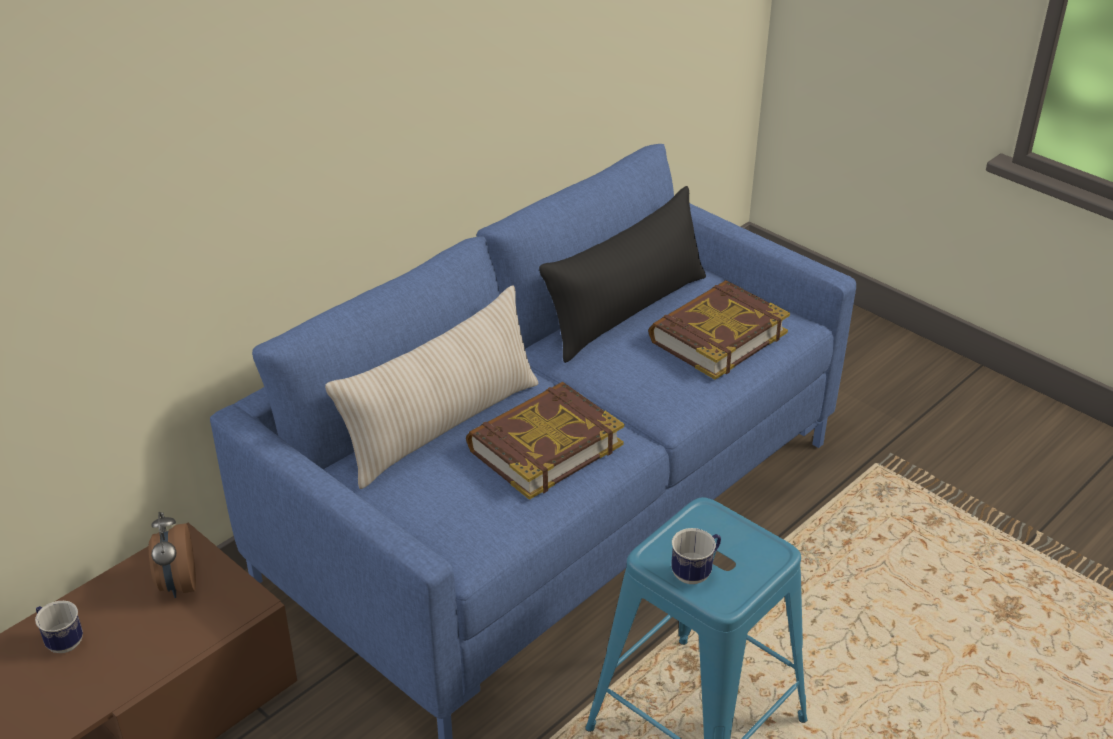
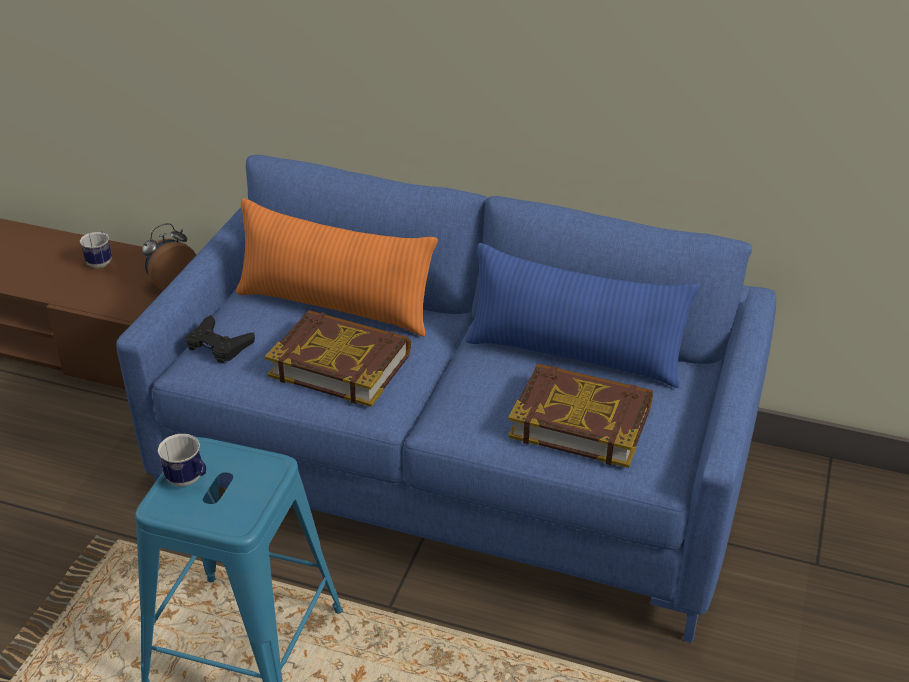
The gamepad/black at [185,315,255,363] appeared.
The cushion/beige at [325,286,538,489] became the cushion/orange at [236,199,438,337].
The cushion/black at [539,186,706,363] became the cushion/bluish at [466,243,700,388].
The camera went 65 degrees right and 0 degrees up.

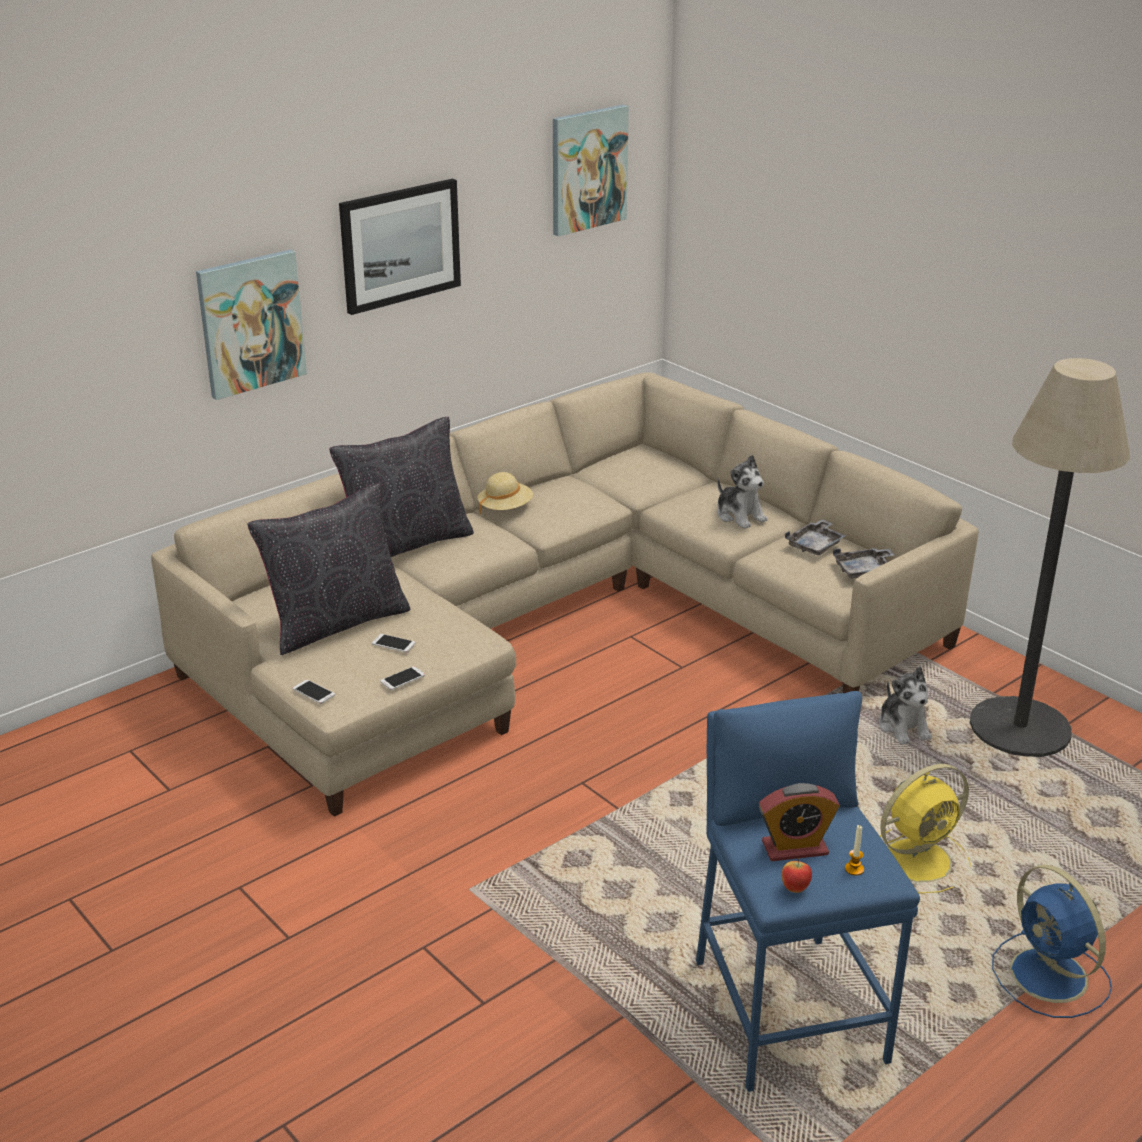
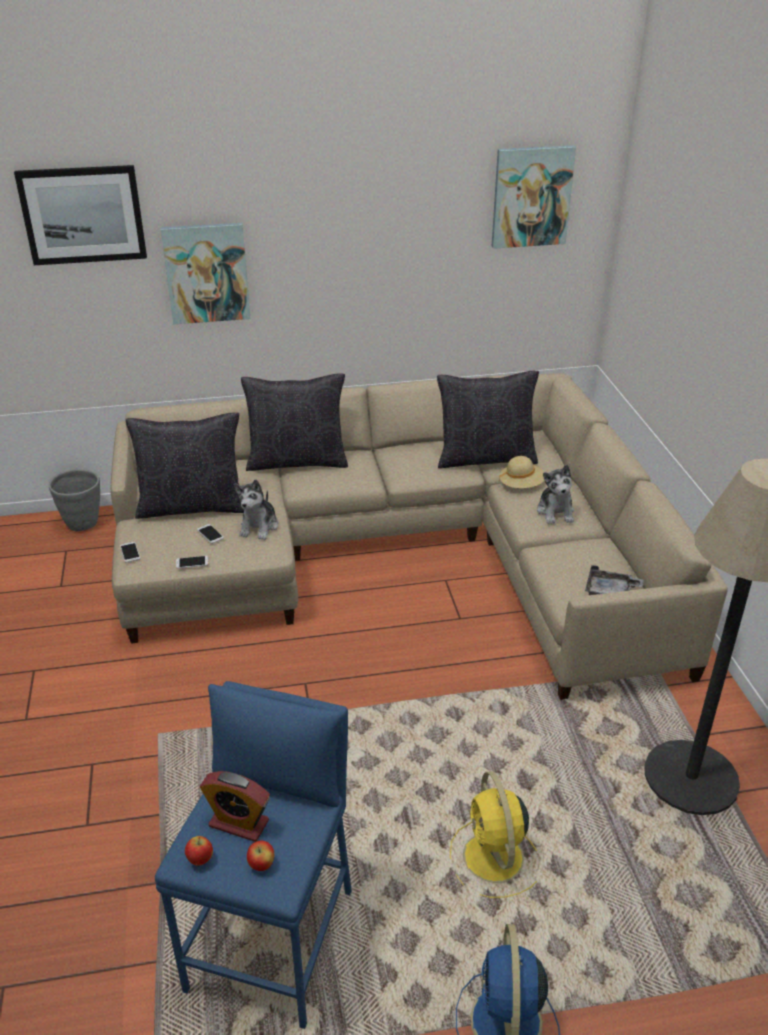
The wall art moved from [339,179,461,315] to [14,165,147,265].
The flower pot/greyish at [49,469,100,532] appeared.
The cuddly toy moved from [879,667,932,745] to [234,479,278,540].
The wax candle at [845,825,864,875] was replaced by the apple at [247,841,274,871].
The cushion/black at [437,371,539,468] appeared.
The fan/yellowish at [880,764,971,894] turned 75 degrees clockwise.
The wearable hat/beige moved from [477,472,533,515] to [499,456,544,488].
The tray/greyish at [785,519,847,555] disappeared.
The camera went 30 degrees right and 5 degrees up.

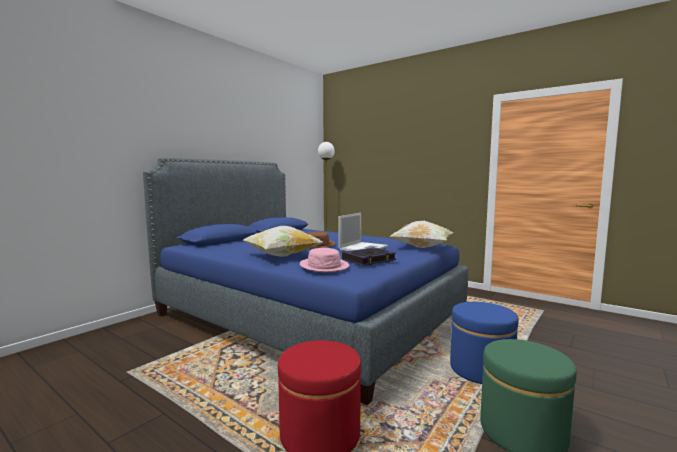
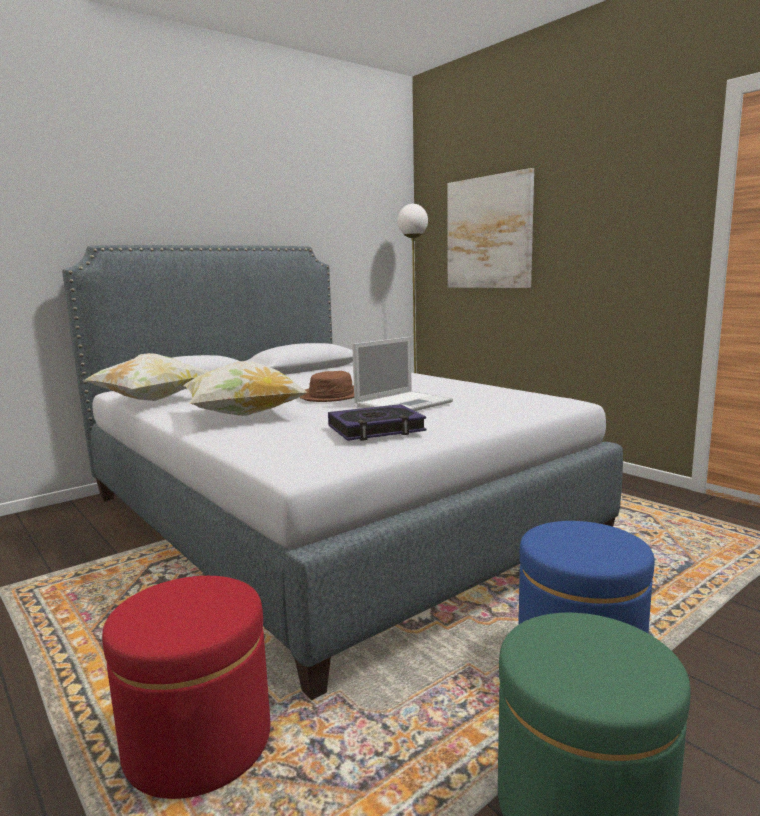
The bed/bluish at [143,158,468,405] became the bed/greyish at [62,245,623,700].
The cushion moved from [390,221,454,248] to [84,353,209,401].
The wall art at [447,168,534,288] appeared.
The wearable hat/pink at [300,247,349,272] disappeared.
The camera went 15 degrees right and 5 degrees up.

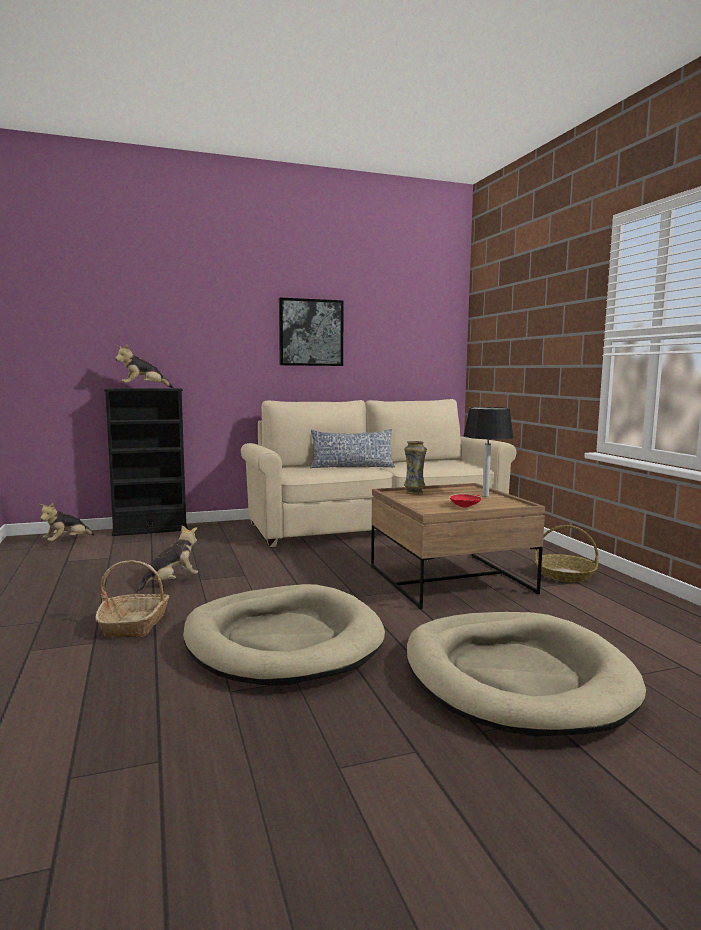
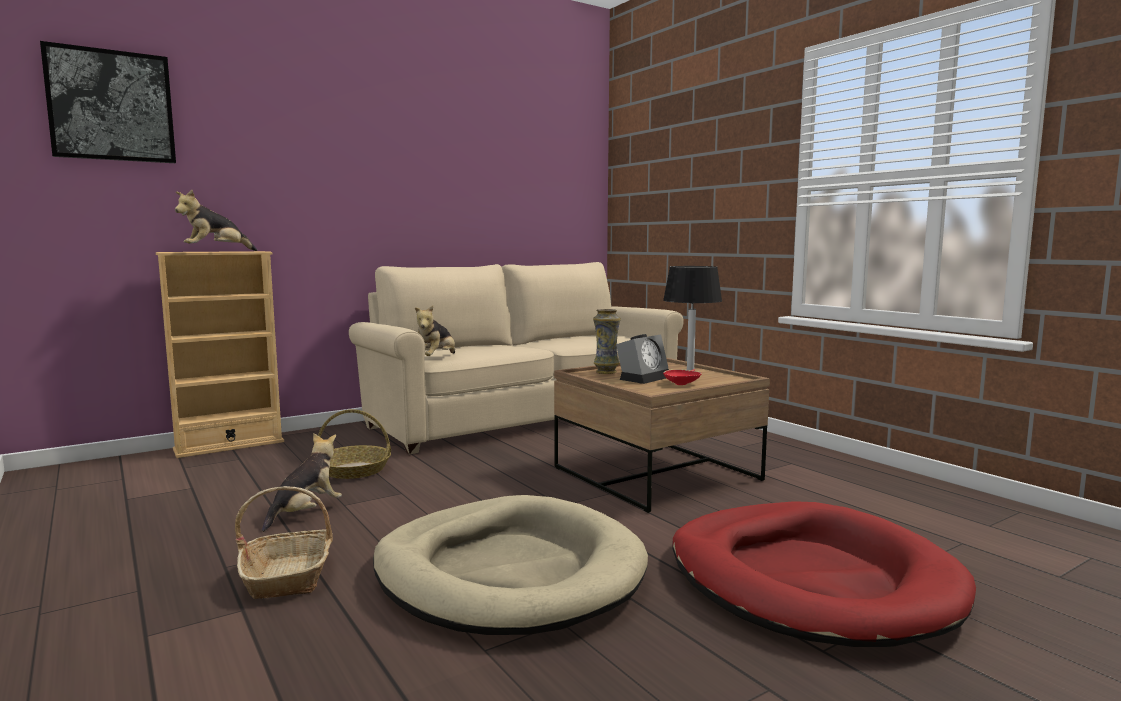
The wall art moved from [279,298,344,366] to [40,41,176,163].
The bookshelf/black at [104,388,188,536] became the bookshelf/beige at [156,251,284,458].
The basket moved from [534,525,598,582] to [318,409,391,479].
The cuddly toy moved from [39,503,95,541] to [415,305,455,356].
The alarm clock at [616,334,669,384] appeared.
The pet bed/beige at [406,612,646,736] became the pet bed/reddish at [672,502,976,647].
The cushion at [310,429,395,468] disappeared.
The camera went 15 degrees left and 0 degrees up.

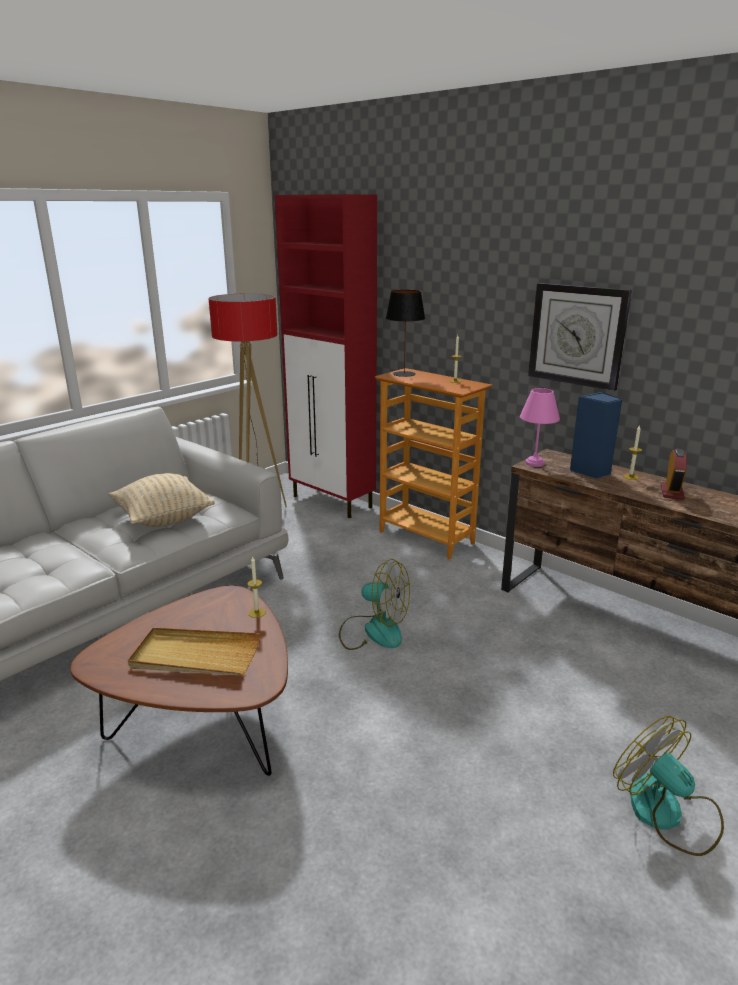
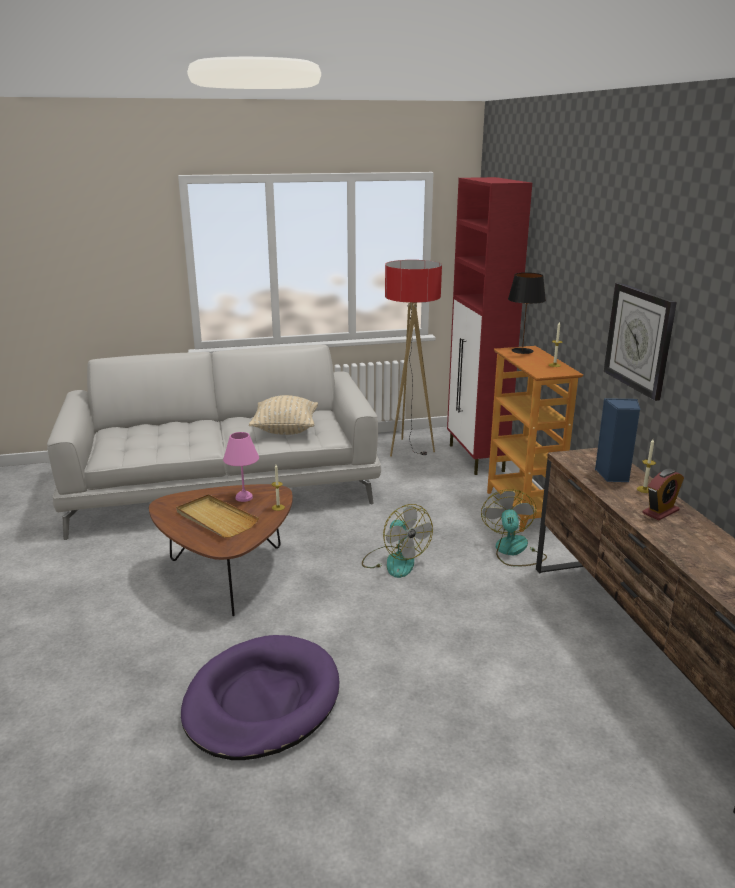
The pet bed/purple at [181,635,339,760] appeared.
The lamp for a table/pink moved from [520,388,560,467] to [223,432,259,502].
The fan moved from [613,716,724,856] to [481,489,547,567].
The camera went 35 degrees right and 0 degrees up.

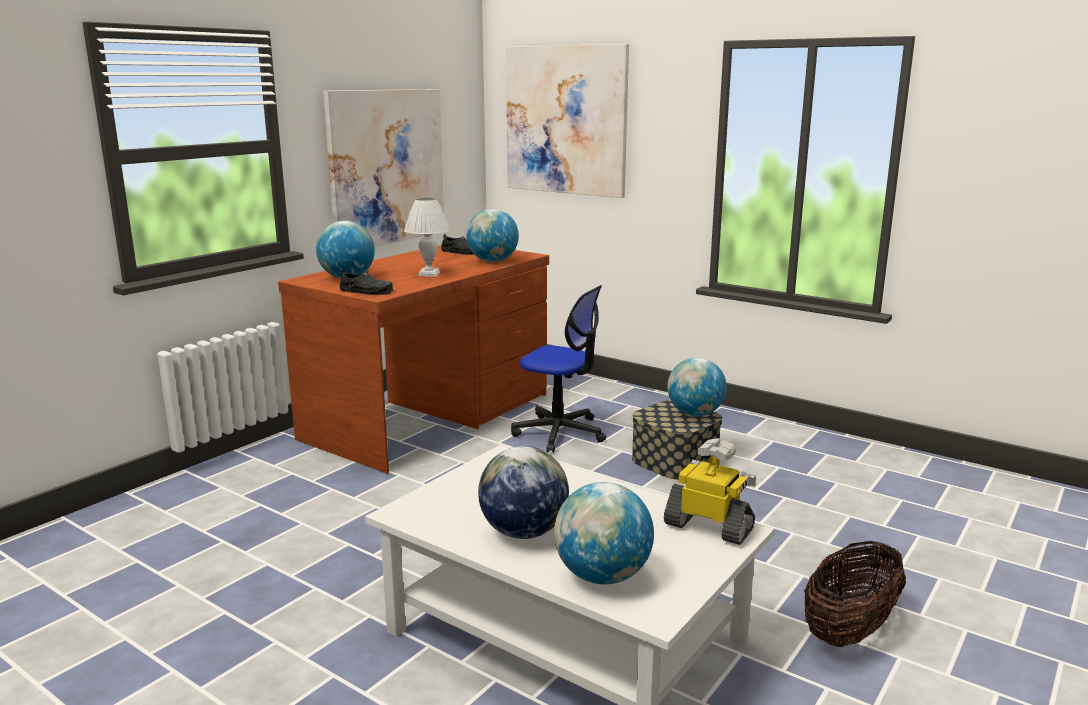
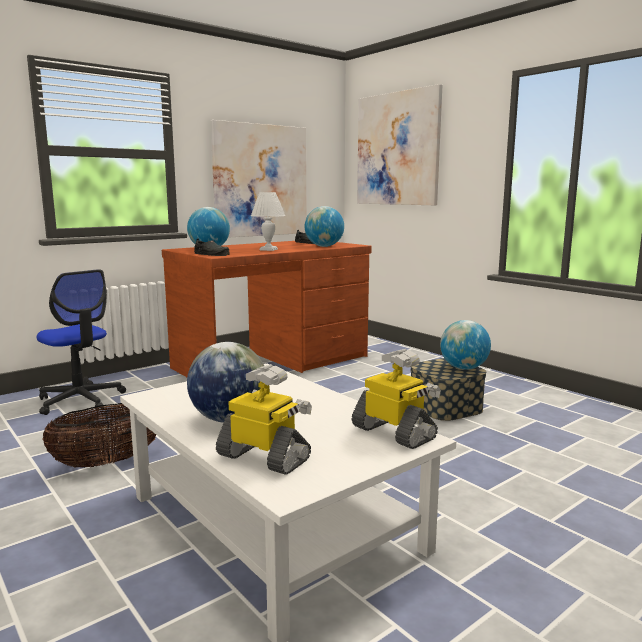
The computer chair moved from [511,285,606,453] to [36,269,126,415].
The basket moved from [804,541,906,647] to [42,403,156,467].
The globe at [554,482,654,584] was replaced by the robot figure at [216,364,312,475].
The camera went 15 degrees right and 5 degrees down.

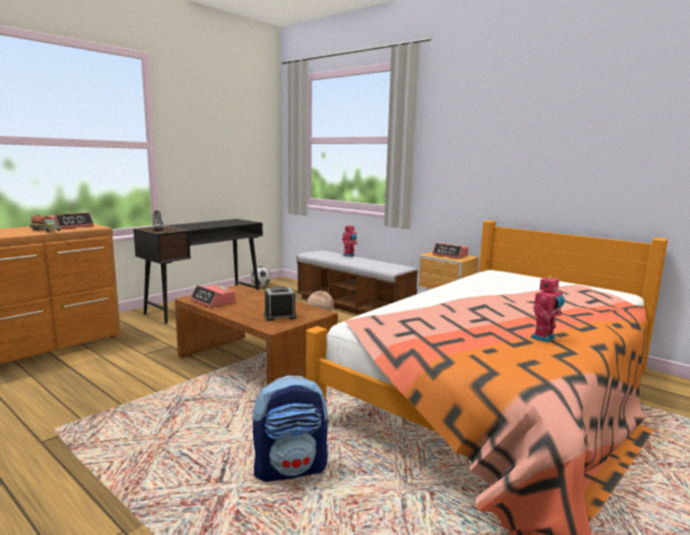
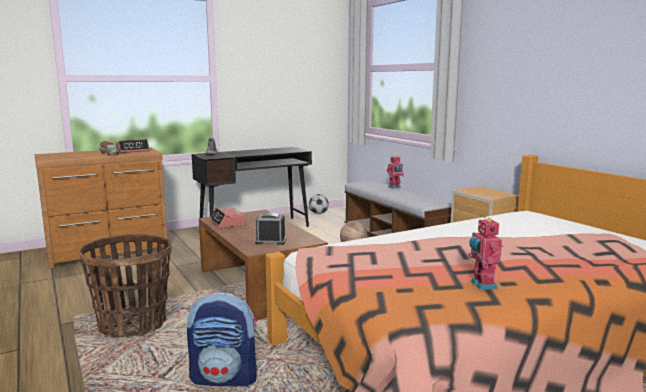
The basket at [79,234,172,337] appeared.
The robot figure at [531,276,565,343] turned 105 degrees clockwise.
The alarm clock at [432,243,469,259] disappeared.
The camera went 20 degrees right and 0 degrees up.

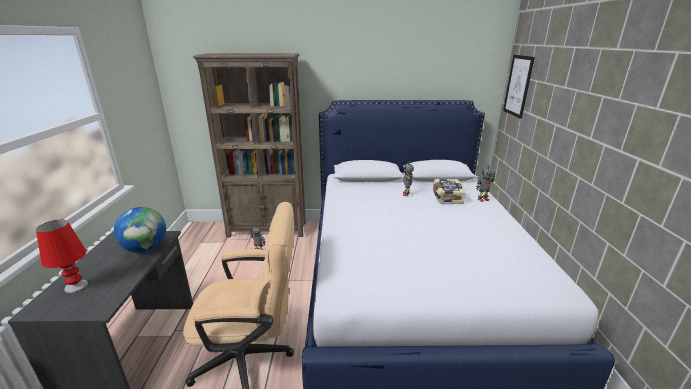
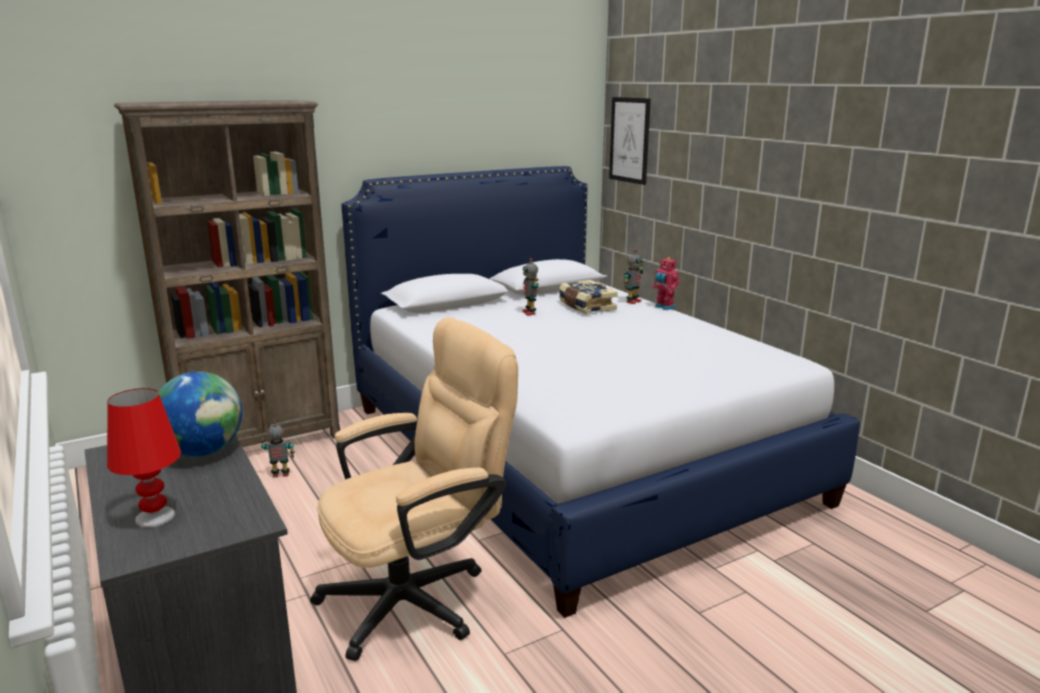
The robot figure at [652,257,680,310] appeared.
The camera went 30 degrees left and 5 degrees down.

